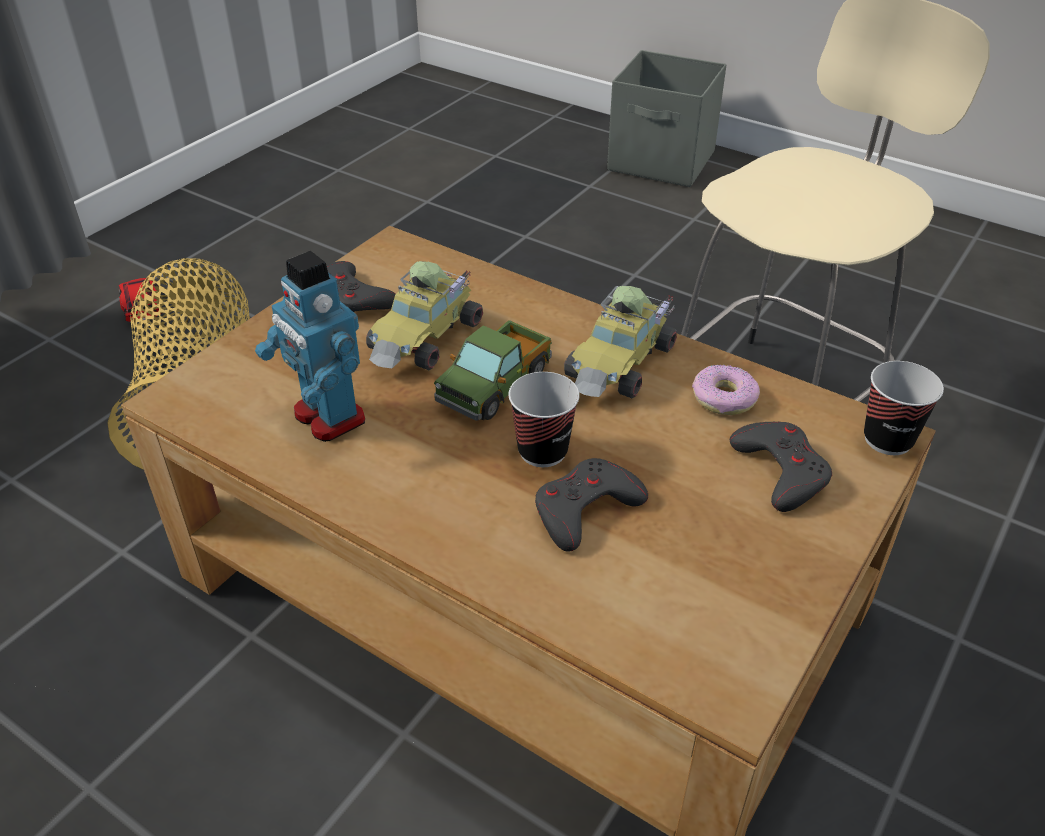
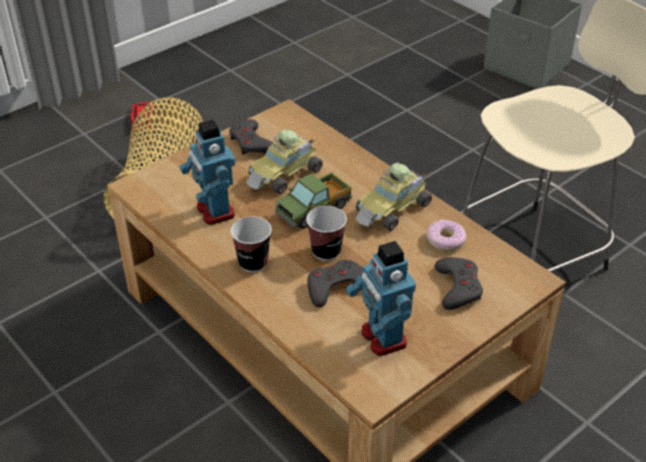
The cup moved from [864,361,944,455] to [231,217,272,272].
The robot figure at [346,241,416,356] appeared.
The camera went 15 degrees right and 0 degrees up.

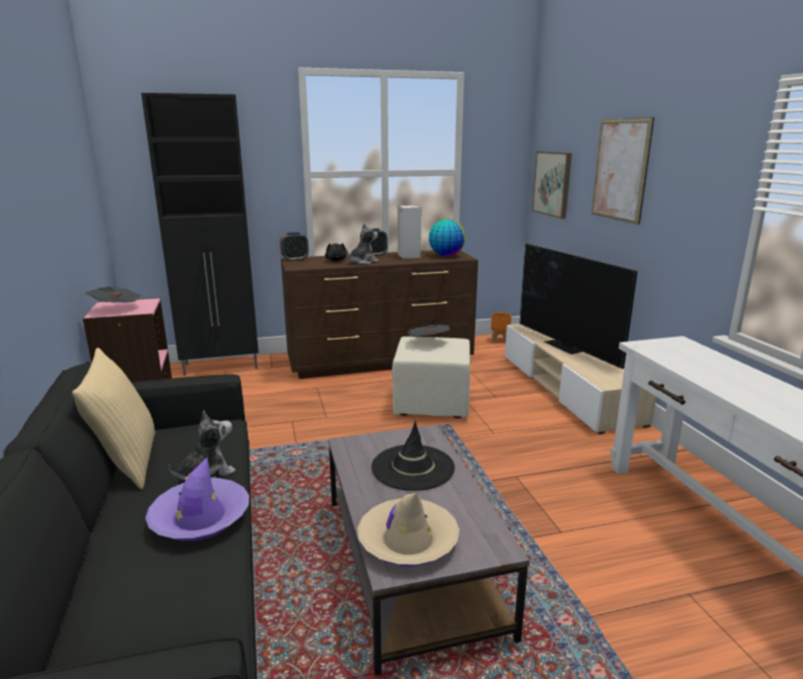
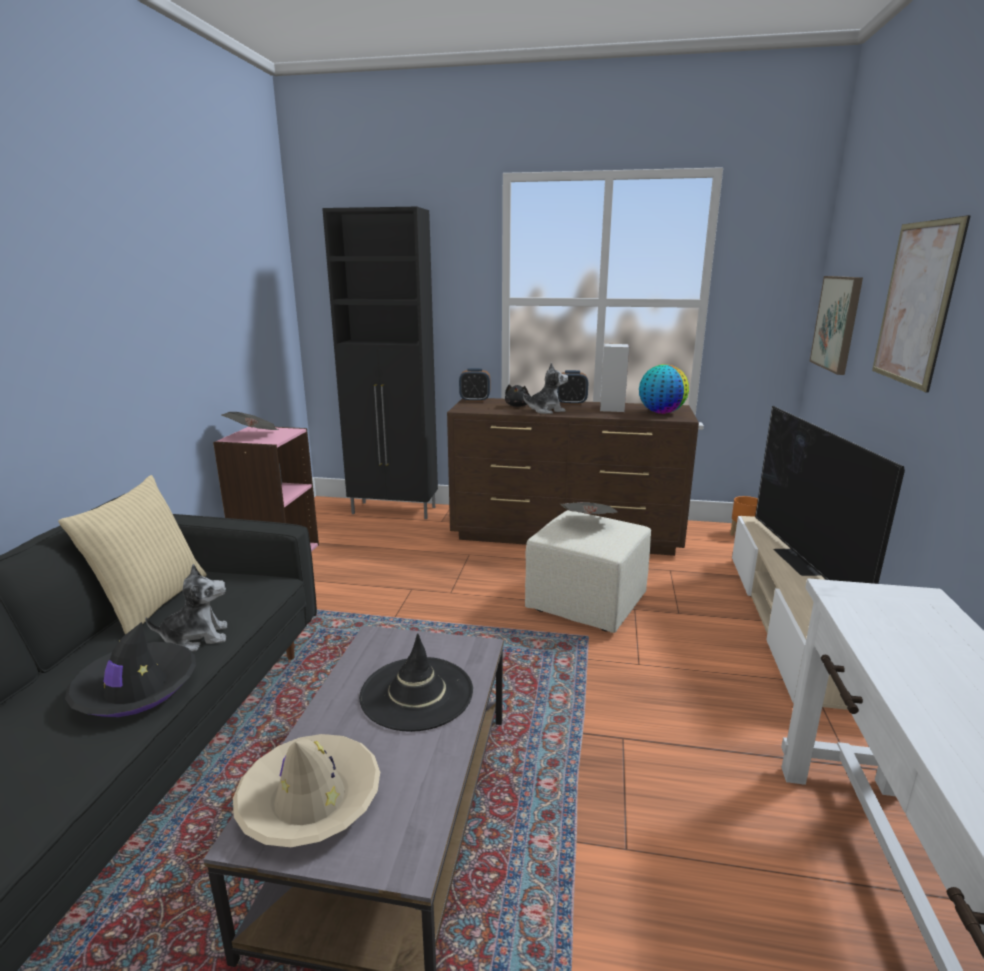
The wearable hat/purple at [145,457,249,541] became the wearable hat/black at [65,622,196,717].
The camera went 25 degrees right and 0 degrees up.

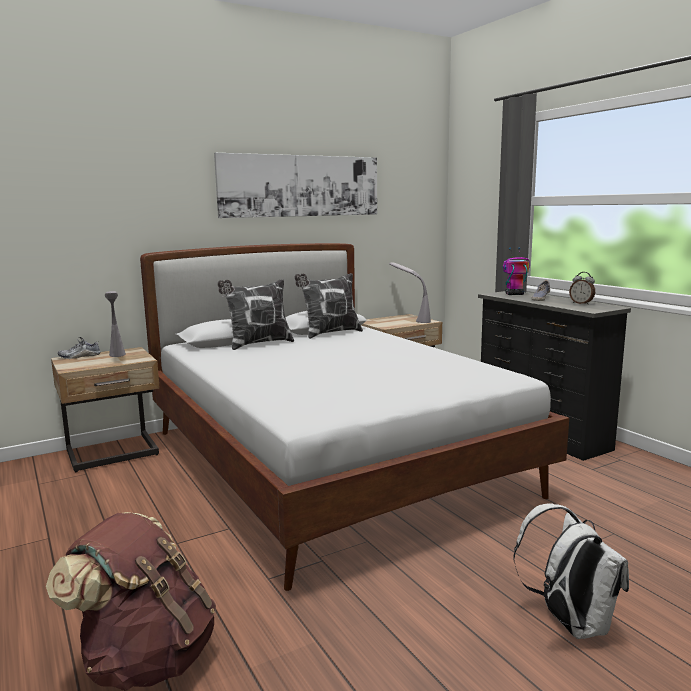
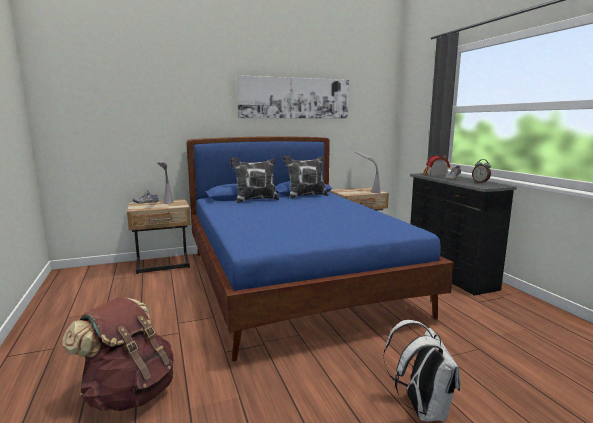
The bed/whitish at [140,243,569,591] became the bed/bluish at [186,136,454,361].
The robot figure at [502,247,530,295] was replaced by the model house at [423,155,450,176].
The camera went 10 degrees right and 0 degrees up.

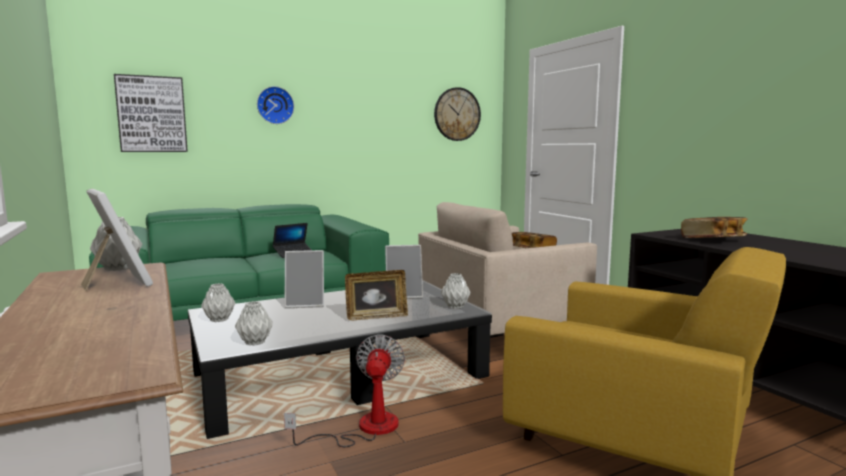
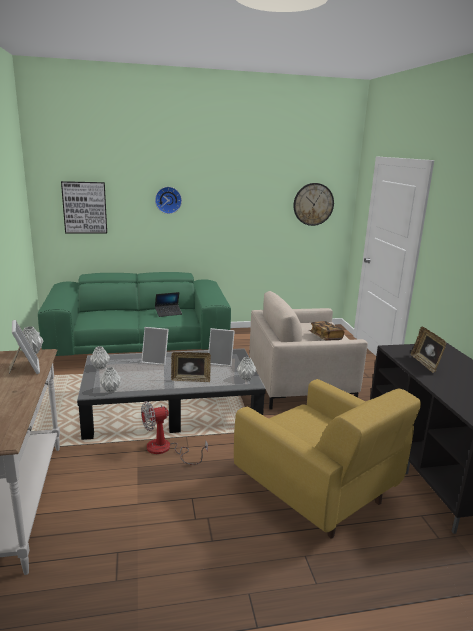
The fan at [284,334,405,447] turned 135 degrees counterclockwise.
The volume at [681,217,747,238] was replaced by the standing frame at [411,326,447,373].
The camera went 15 degrees right and 10 degrees up.

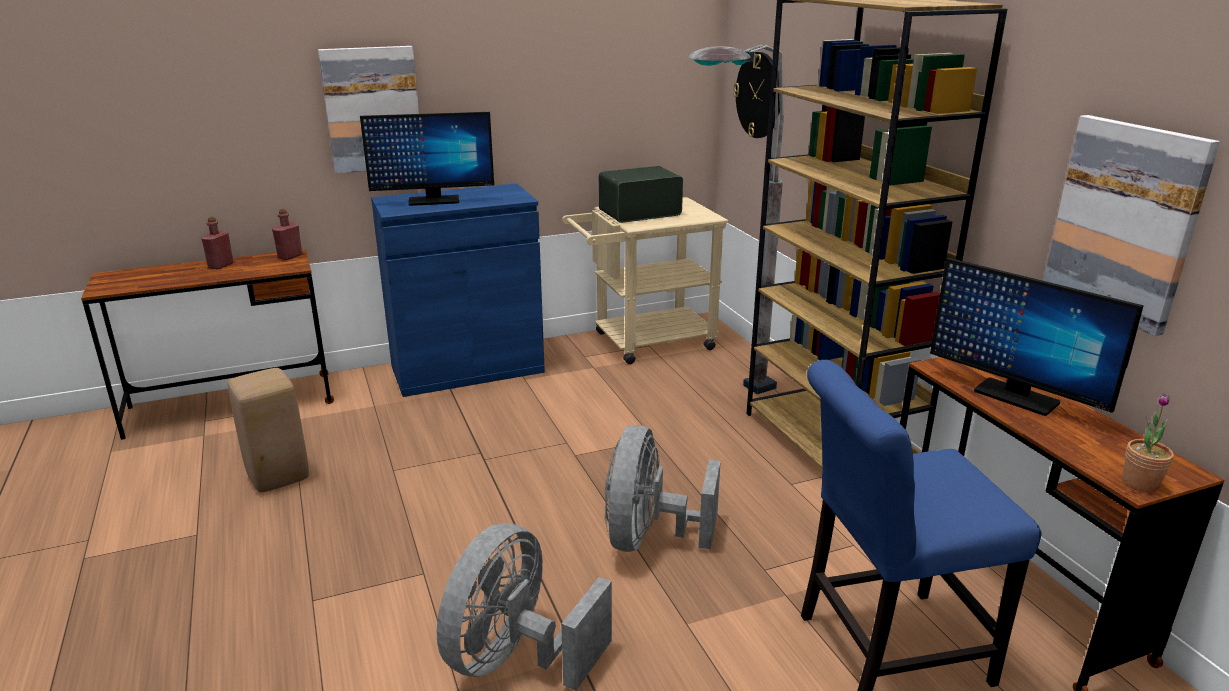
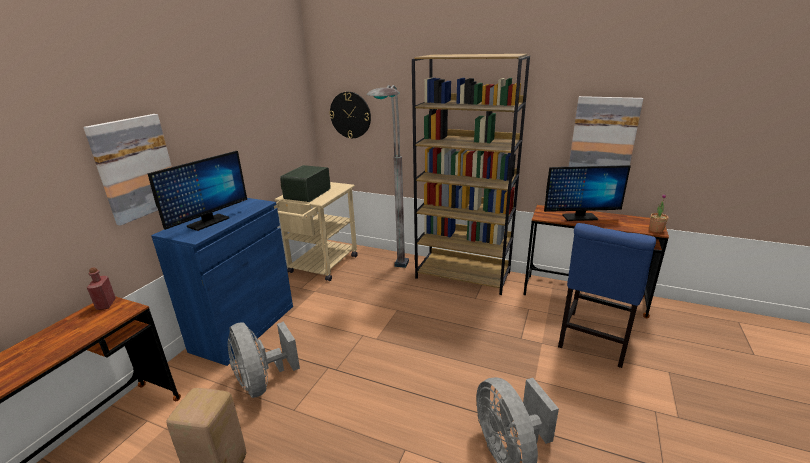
The fan/greyish moved from [605,425,721,552] to [228,322,300,398].
The beverage bottle/reddish at [201,217,234,270] disappeared.
The camera went 45 degrees left and 0 degrees up.

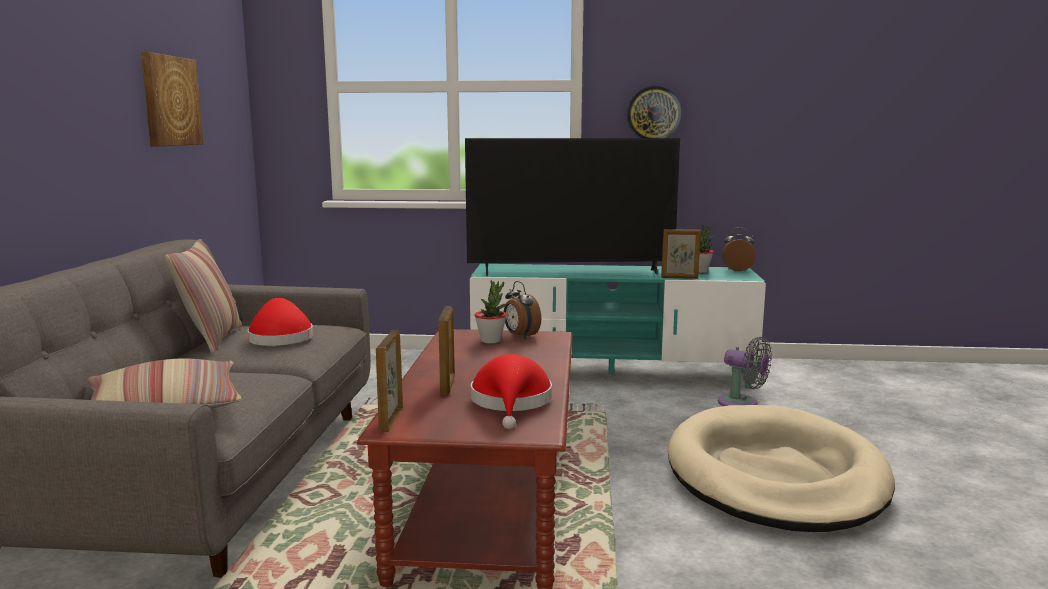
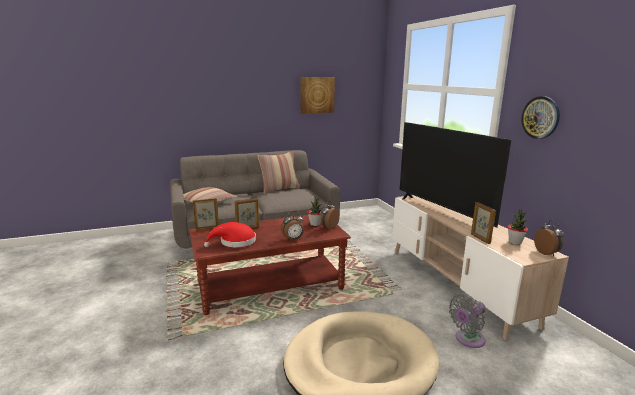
The alarm clock at [281,211,304,240] appeared.
The media console/turquoise-coloured at [470,264,766,388] became the media console/beige at [393,195,569,340].
The fan/greyish at [718,336,772,406] turned 45 degrees clockwise.
The wearable hat/reddish at [247,298,313,346] disappeared.
The camera went 65 degrees right and 5 degrees up.

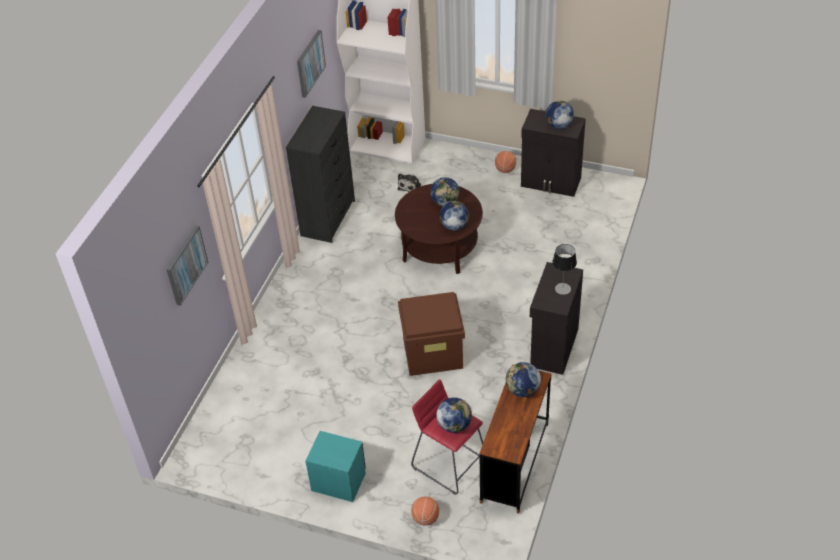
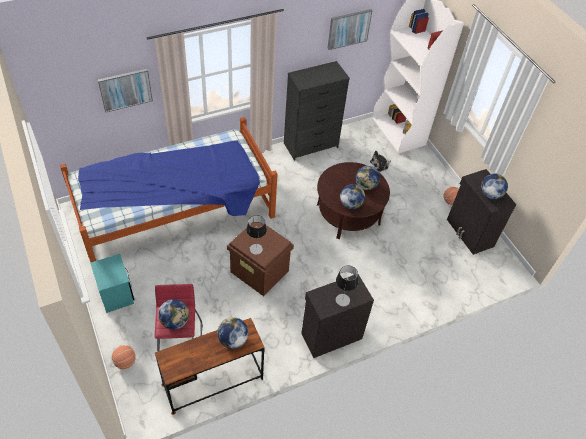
The bed at [60,117,277,262] appeared.
The lamp for a table at [246,215,267,254] appeared.
The camera went 40 degrees right and 5 degrees up.

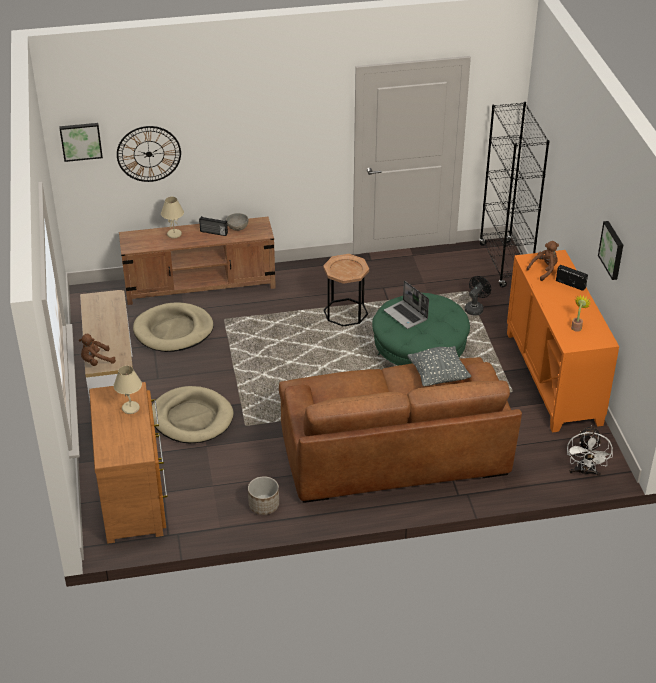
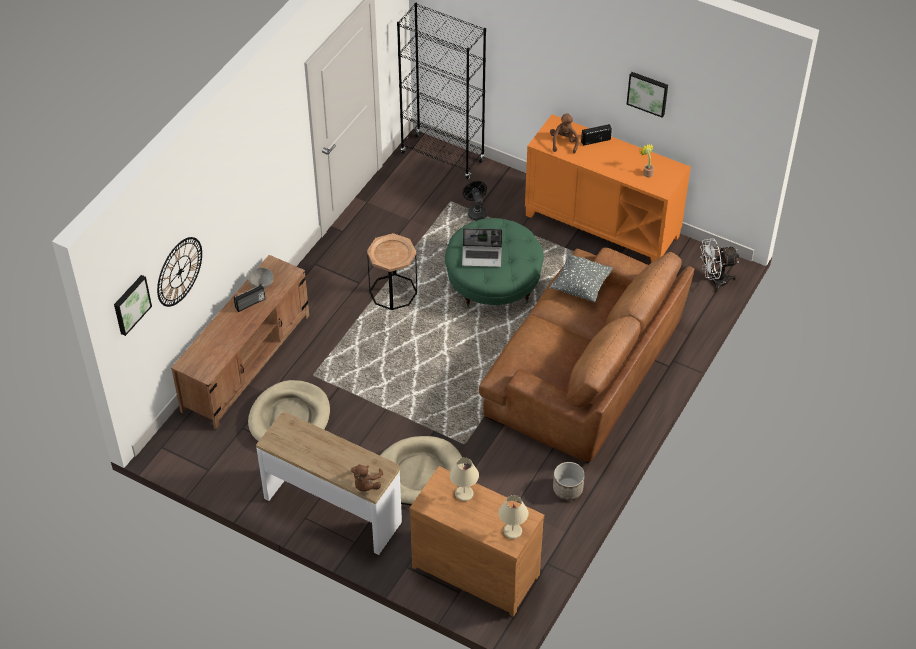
The lamp for a table/beige moved from [161,197,184,238] to [499,495,528,539].
The fan/whitish at [567,425,613,477] turned 120 degrees clockwise.
The camera went 50 degrees left and 10 degrees up.

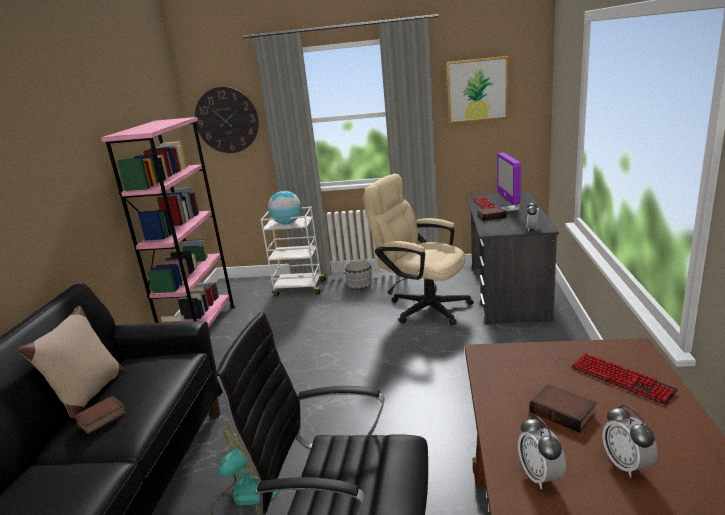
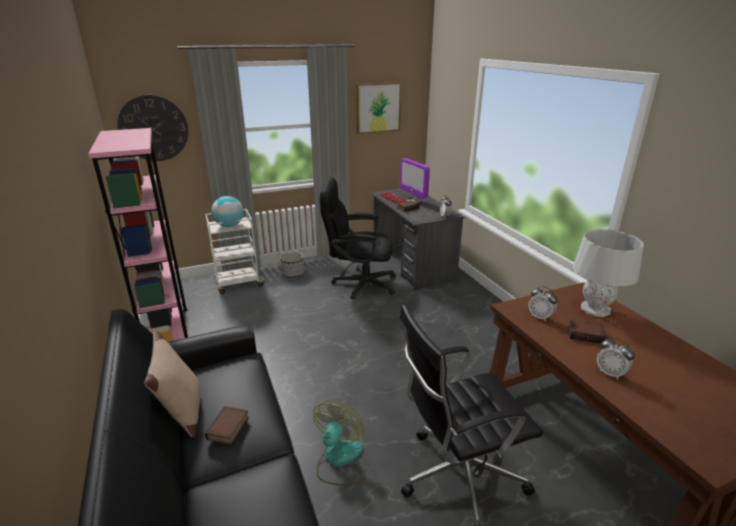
The computer chair/beige at [364,174,474,325] became the computer chair/black at [320,177,395,299].
The alarm clock moved from [602,405,658,478] to [528,286,558,322].
The keyboard at [571,353,679,405] was replaced by the lamp for a table/greyish at [573,229,643,317].
The camera went 30 degrees left and 5 degrees up.

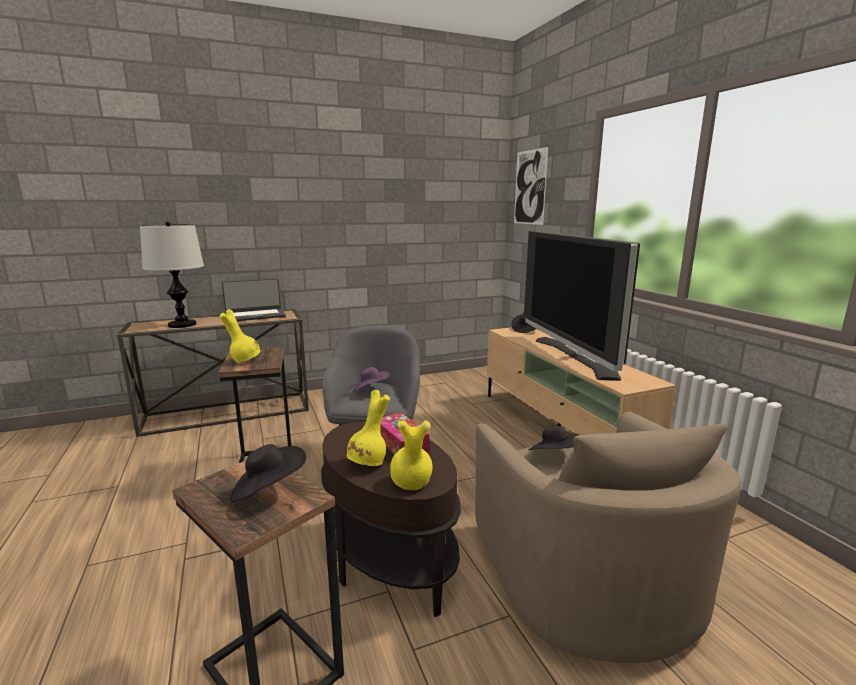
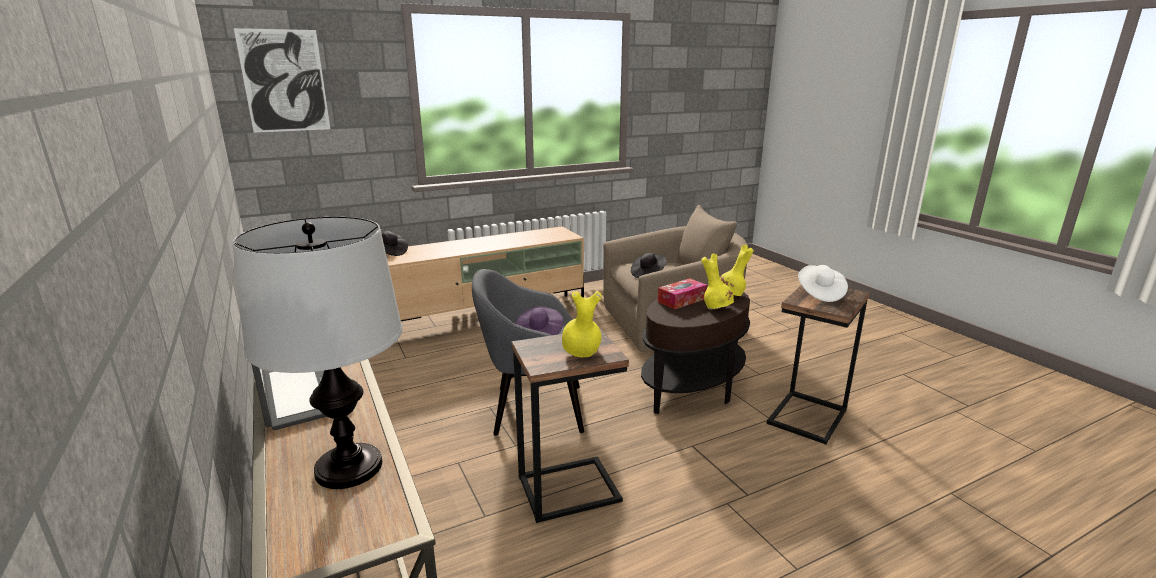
The wearable hat/black at [230,444,306,502] became the wearable hat/whitish at [798,265,848,302].
The TV at [524,231,640,381] disappeared.
The camera went 95 degrees left and 5 degrees up.

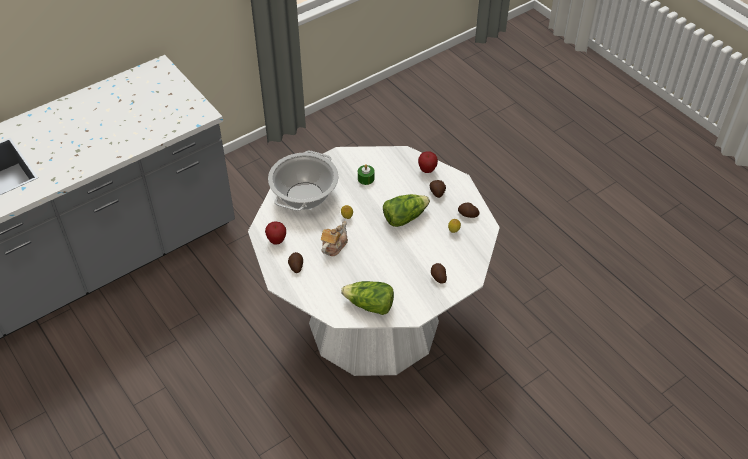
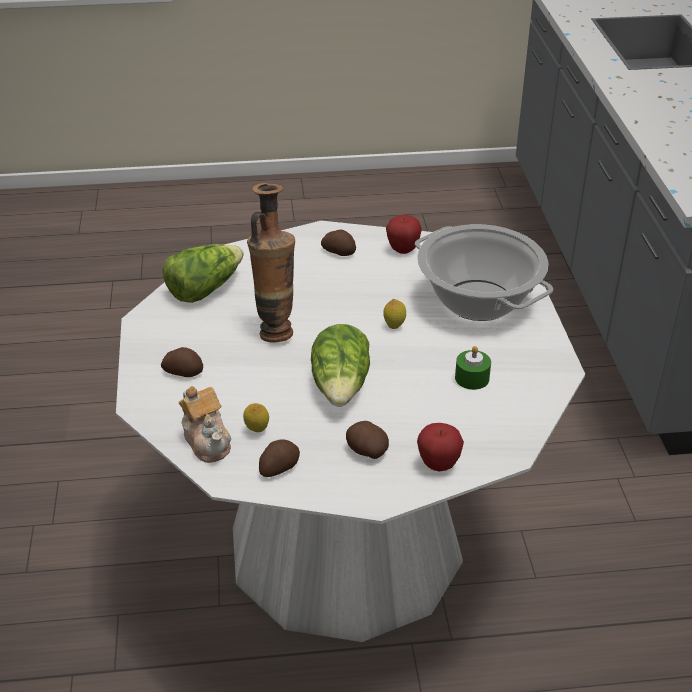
The tea pot moved from [321,221,348,256] to [179,386,231,463].
The vase at [247,183,295,343] appeared.
The camera went 120 degrees right and 10 degrees down.

